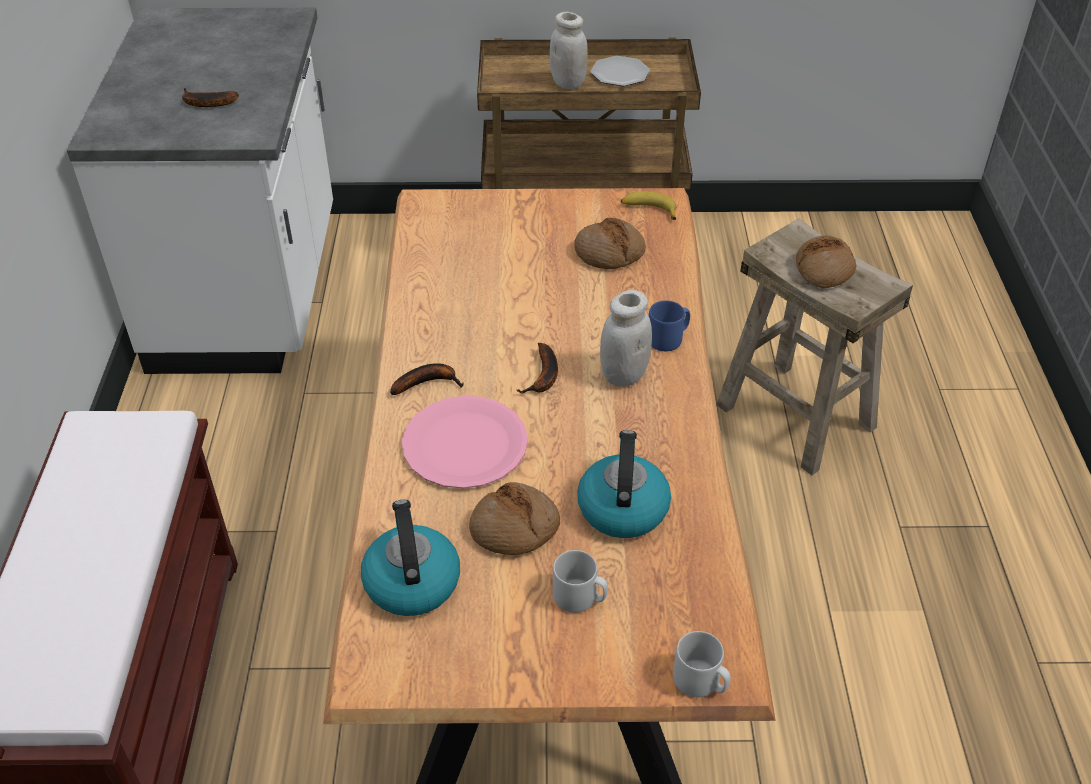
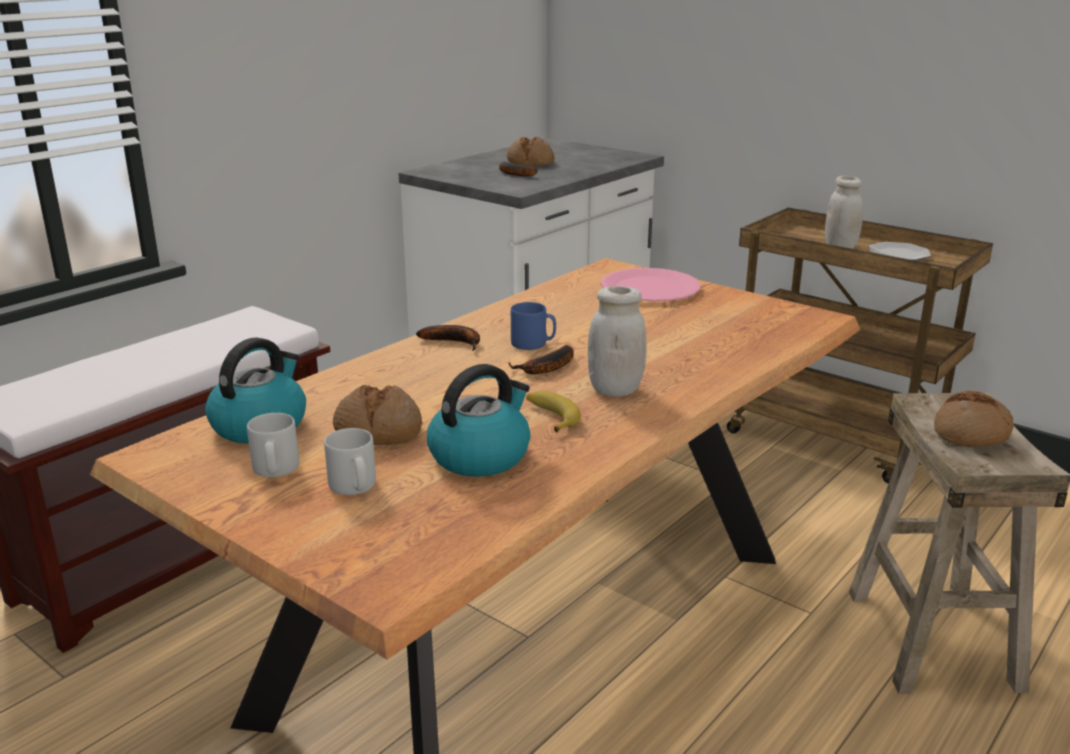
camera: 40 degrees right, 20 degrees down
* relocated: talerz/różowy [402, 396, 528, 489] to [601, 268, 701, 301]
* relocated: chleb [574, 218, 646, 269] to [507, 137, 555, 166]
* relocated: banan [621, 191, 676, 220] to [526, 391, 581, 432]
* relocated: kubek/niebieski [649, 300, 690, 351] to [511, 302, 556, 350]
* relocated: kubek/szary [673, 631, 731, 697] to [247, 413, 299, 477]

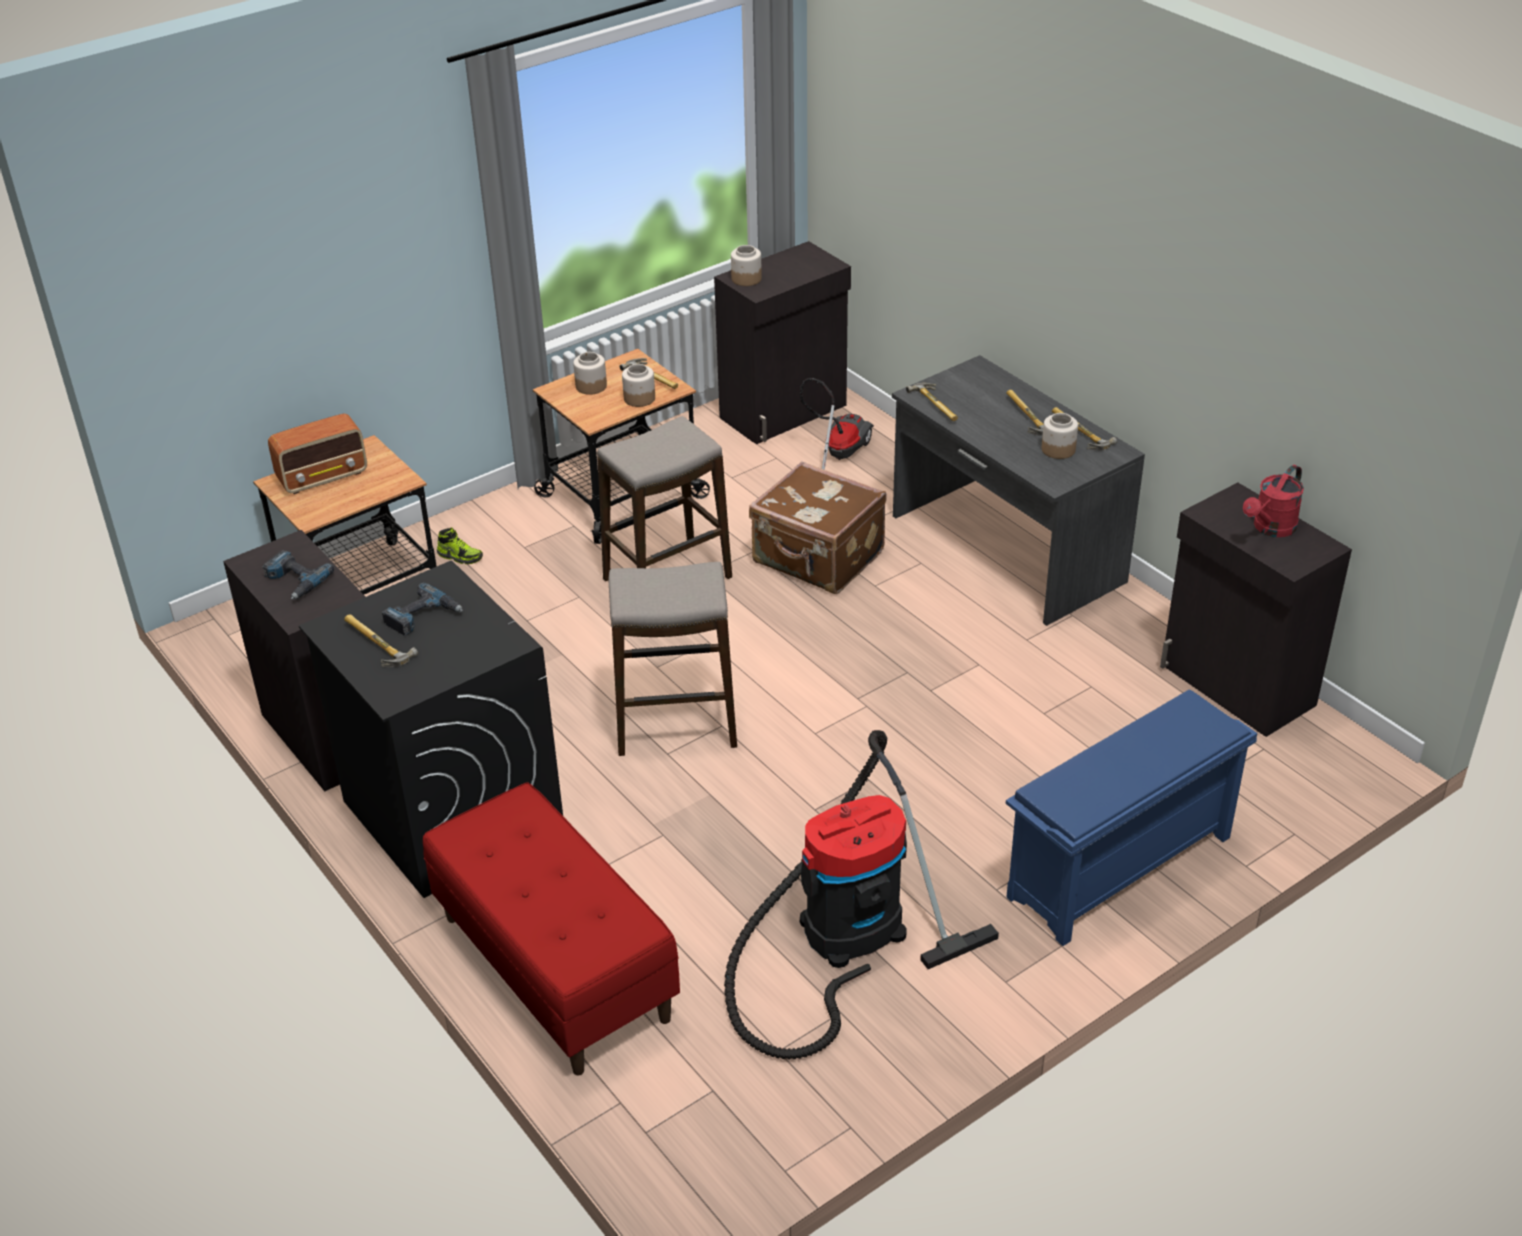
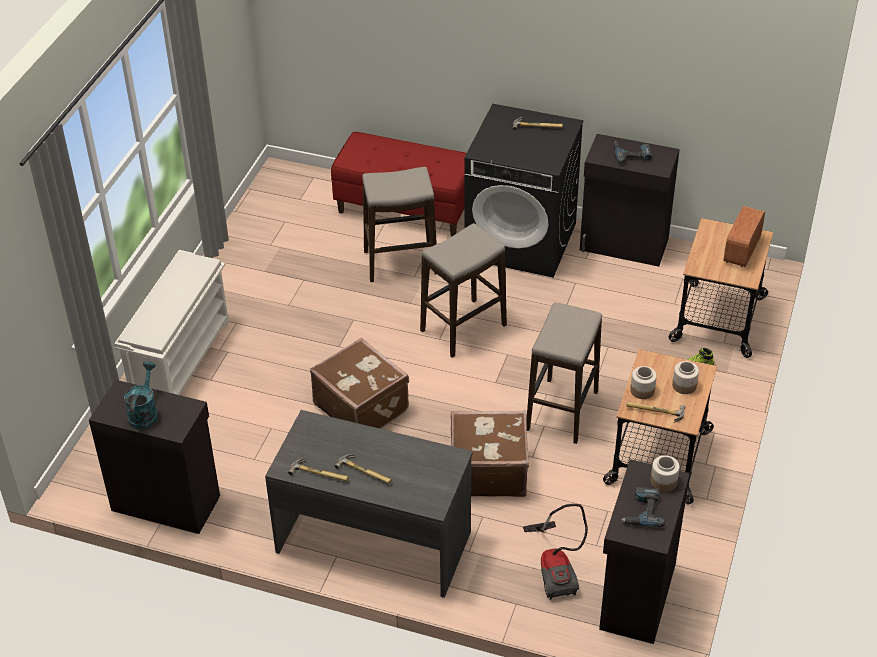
camera: 145 degrees right, 5 degrees up
* missing: odkurzacz [724, 730, 999, 1060]
* missing: młotek [906, 383, 958, 421]
* missing: słoik [1042, 413, 1078, 459]
* appeared: walizka/brązowy [310, 338, 409, 429]
* appeared: stołek [362, 167, 437, 282]
* relocated: wiertarka [382, 582, 463, 636] to [620, 487, 665, 527]
* colour: regał na buty/niebieski [1006, 689, 1257, 946] to regał na buty/biały [114, 250, 229, 395]
* colour: konewka/czerwony [1243, 465, 1304, 537] to konewka/turkusowy [124, 361, 158, 429]

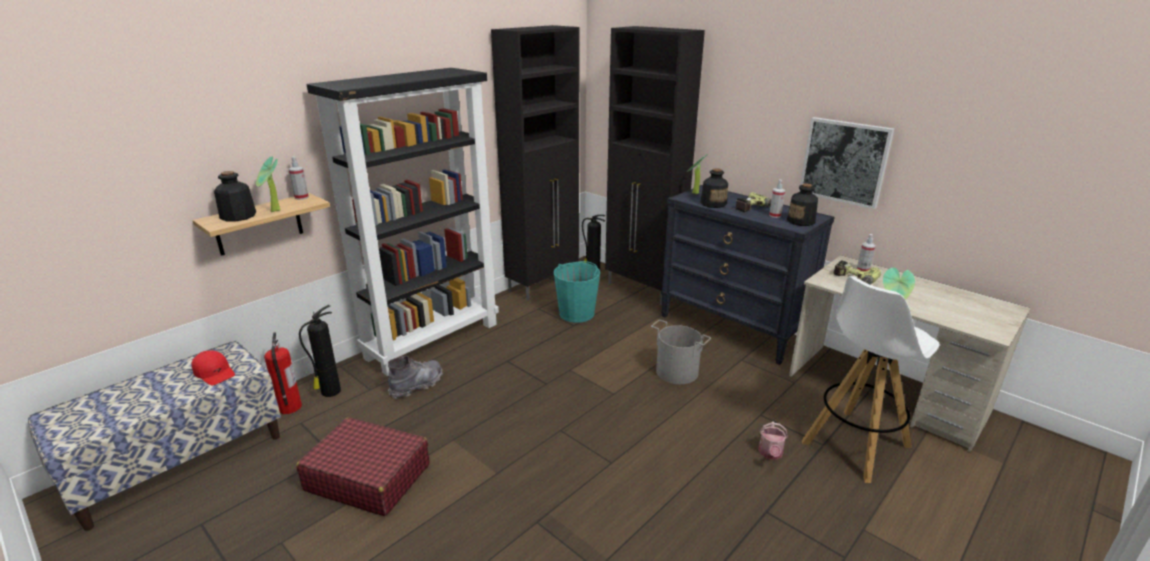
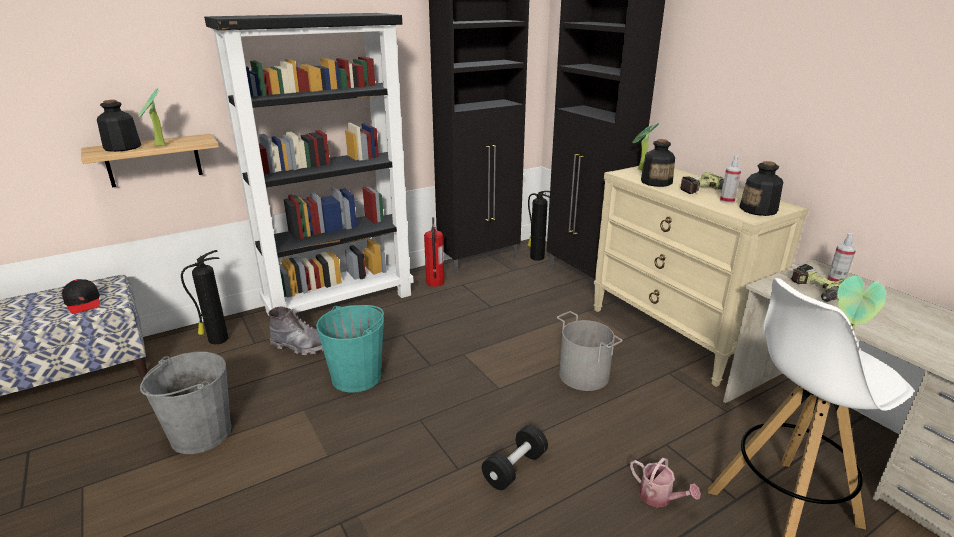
camera: 15 degrees right, 0 degrees up
* missing: spryskiwacz [289, 157, 309, 200]
* missing: obraz [799, 117, 894, 209]
* appeared: hantel/czarny [482, 425, 548, 490]
* relocated: gaśnica [264, 332, 302, 414] to [424, 217, 444, 287]
* relocated: wiadro/turkusowy [554, 261, 600, 323] to [316, 305, 384, 393]
* exchanged: walizka/czerwony [296, 418, 430, 516] to wiadro/szary [140, 352, 231, 454]
* colour: czapka z daszkiem/czerwony [191, 350, 235, 385] to czapka z daszkiem/czarny [62, 279, 100, 314]
* colour: komoda/czarny [661, 185, 835, 365] to komoda/beżowy [593, 166, 809, 387]
* spun: but z cholewką/szary [388, 356, 443, 399] = [268, 307, 323, 355] 45 degrees clockwise
* spun: konewka [758, 421, 788, 460] = [630, 458, 701, 507] 75 degrees counterclockwise

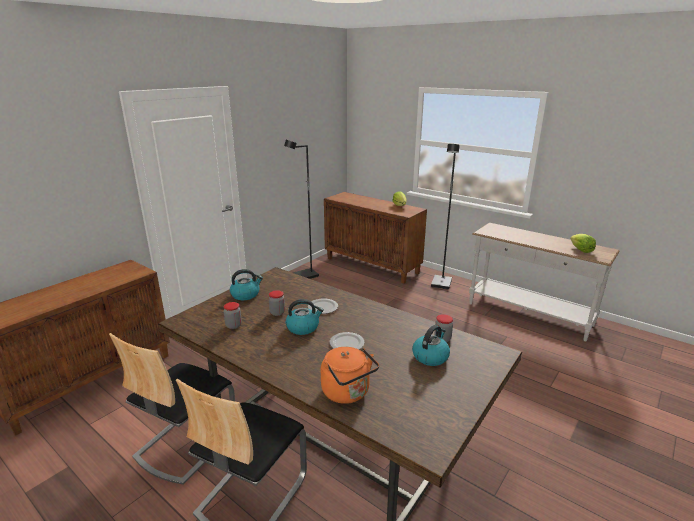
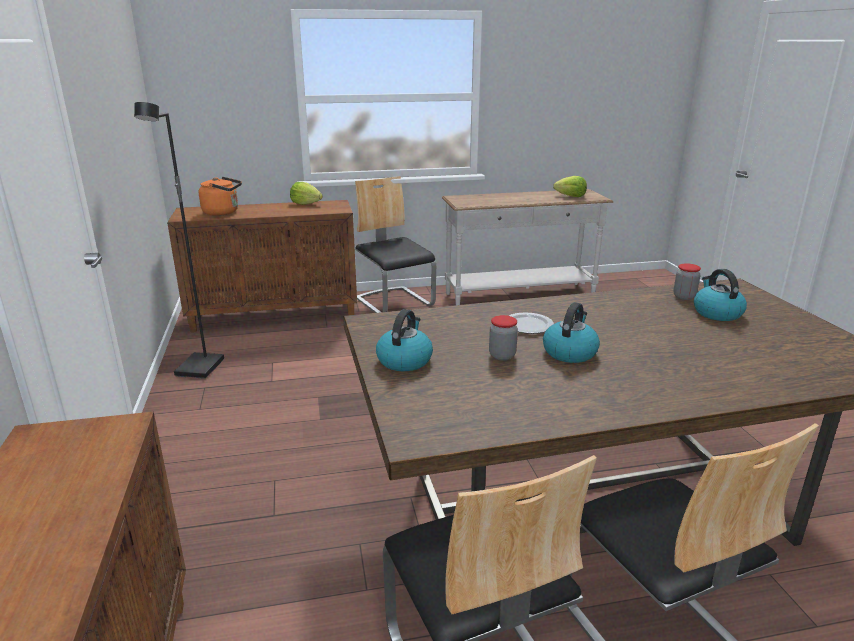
camera: 50 degrees left, 0 degrees up
* missing: słoik [224, 302, 242, 329]
* missing: talerz [330, 332, 365, 350]
* relocated: czajnik/pomarańczowy [321, 347, 379, 404] to [199, 177, 242, 216]
* exchanged: lampa stojąca/czarny [431, 144, 460, 290] to krzesło [355, 176, 436, 313]

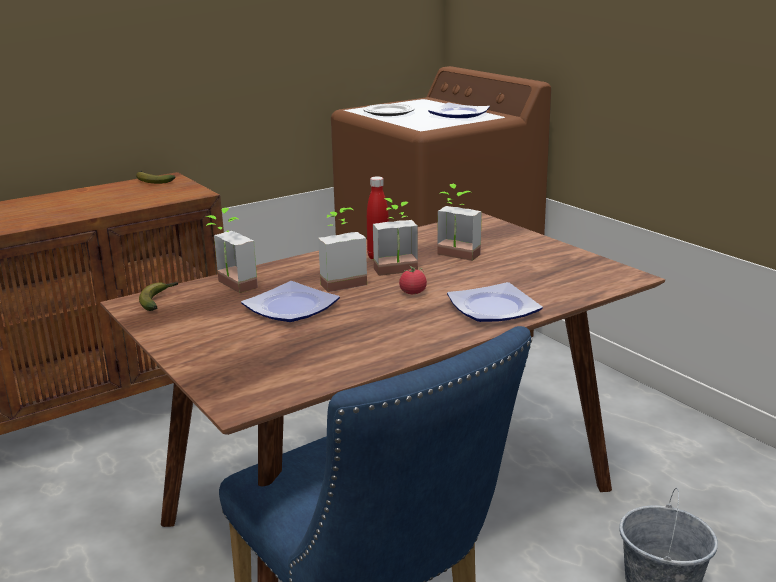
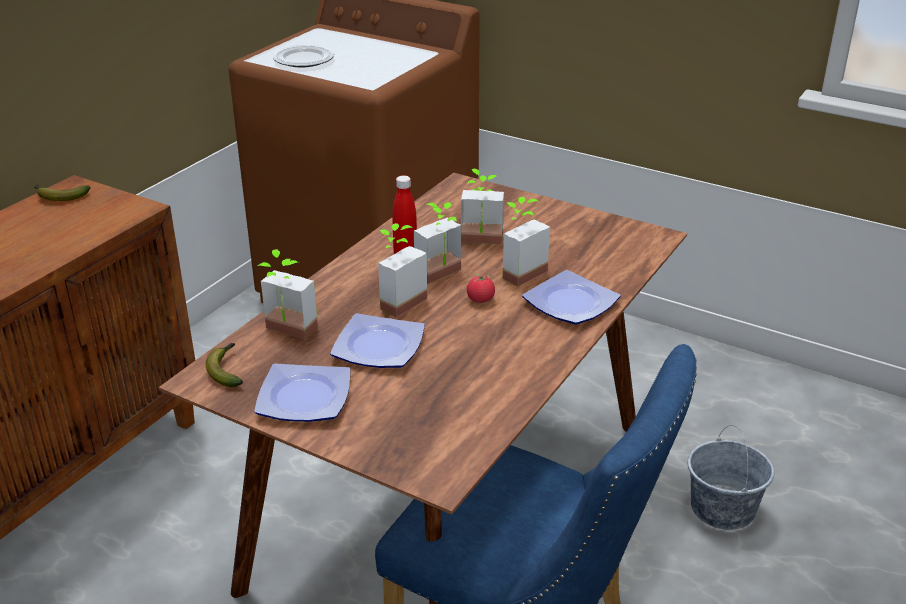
camera: 25 degrees left, 10 degrees up
* appeared: roślina doniczkowa [502, 197, 550, 287]
* relocated: talerz [428, 103, 490, 118] to [254, 364, 350, 422]

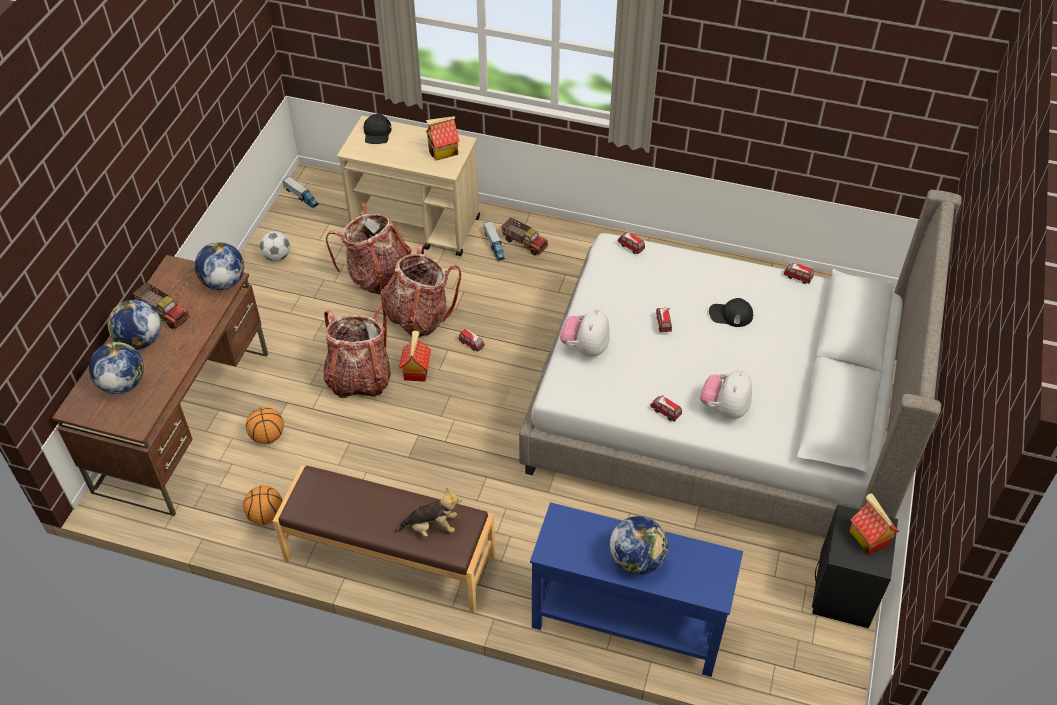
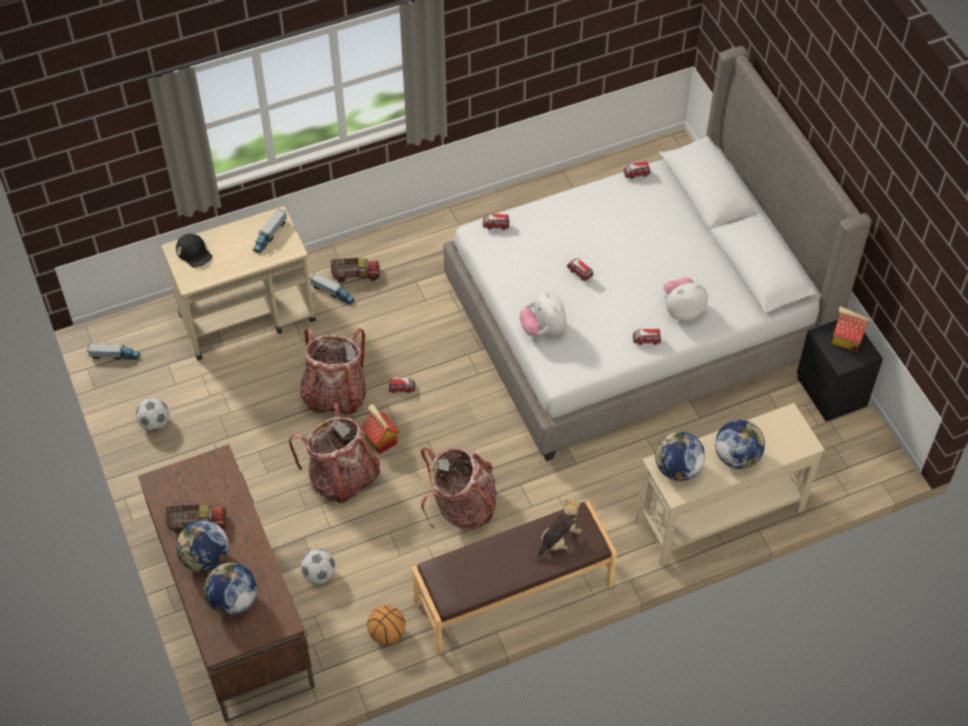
camera: 40 degrees left, 5 degrees up
* missing: czapka z daszkiem/czarny [709, 298, 753, 327]
* relocated: globus [195, 242, 244, 290] to [655, 432, 705, 481]
* relocated: plecak [326, 202, 411, 294] to [421, 448, 497, 529]
* exchanged: piłka do koszykówki [246, 407, 284, 444] to piłka futbolowa [301, 549, 335, 584]
* exchanged: domek [426, 116, 460, 161] to ciężarówka zabawkowa [253, 208, 287, 254]
* colour: stolik konsolowy/niebieski [530, 502, 743, 677] to stolik konsolowy/beżowy [636, 403, 825, 567]
* spun: pluszak [700, 370, 752, 419] = [663, 277, 708, 321] 90 degrees clockwise

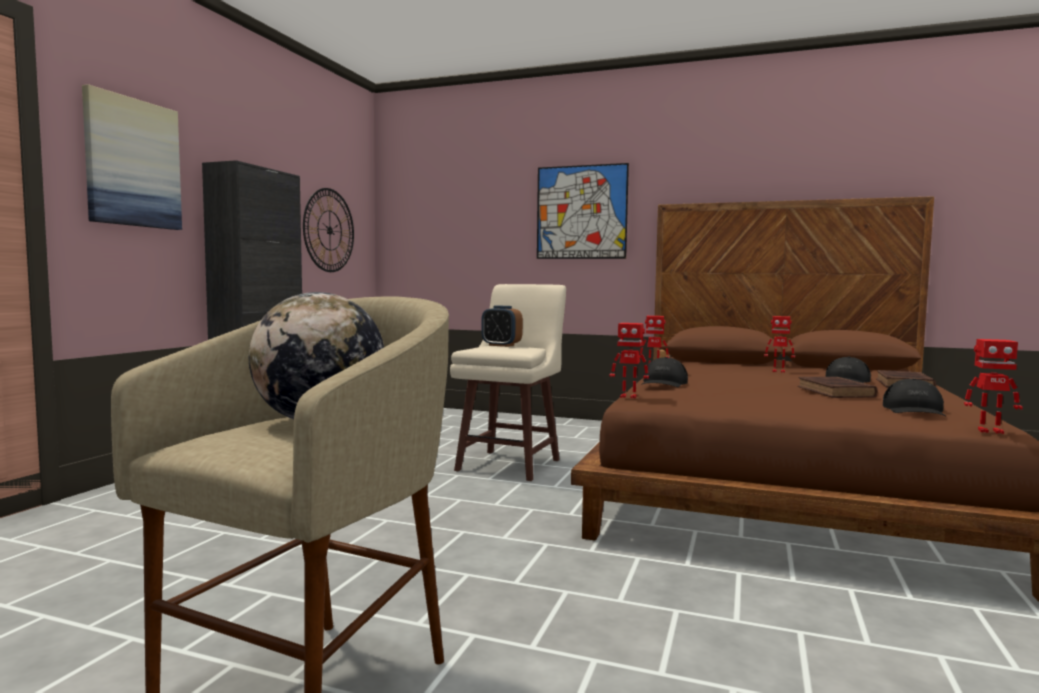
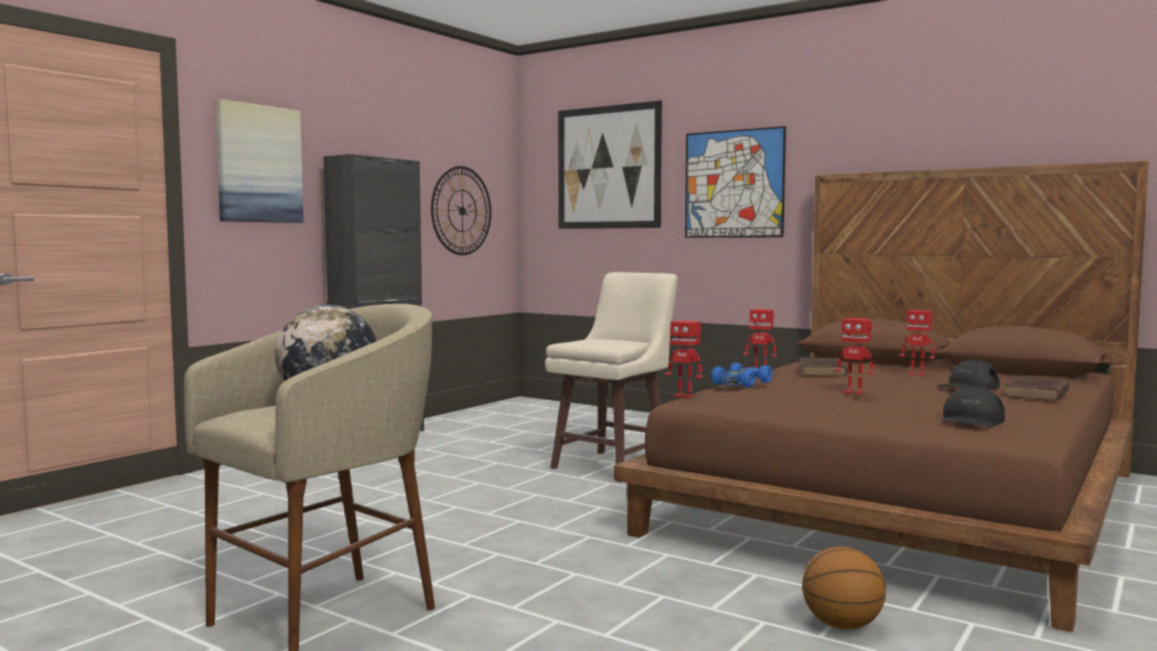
camera: 15 degrees right, 0 degrees up
* missing: budzik [481, 306, 523, 347]
* appeared: obraz [558, 101, 662, 229]
* appeared: piłka do koszykówki [802, 546, 886, 630]
* relocated: książka/brązowy [798, 377, 877, 398] to [799, 357, 848, 377]
* relocated: robot zabawkowy [964, 339, 1023, 434] to [834, 318, 875, 395]
* exchanged: czapka z daszkiem/czarny [641, 357, 688, 387] to samochodzik/niebieski [711, 363, 773, 388]

